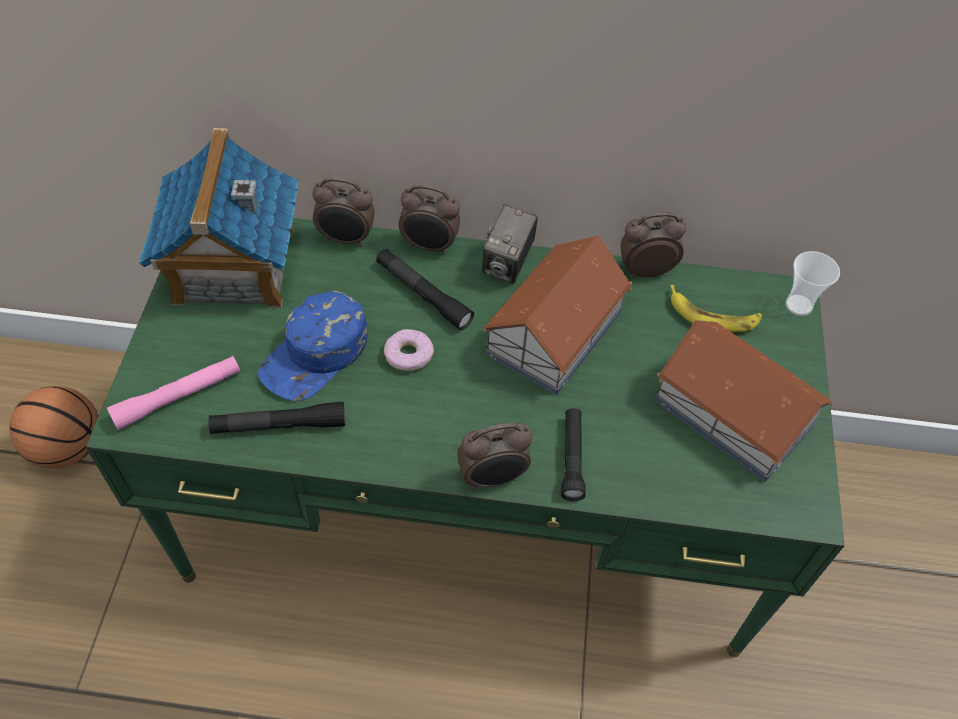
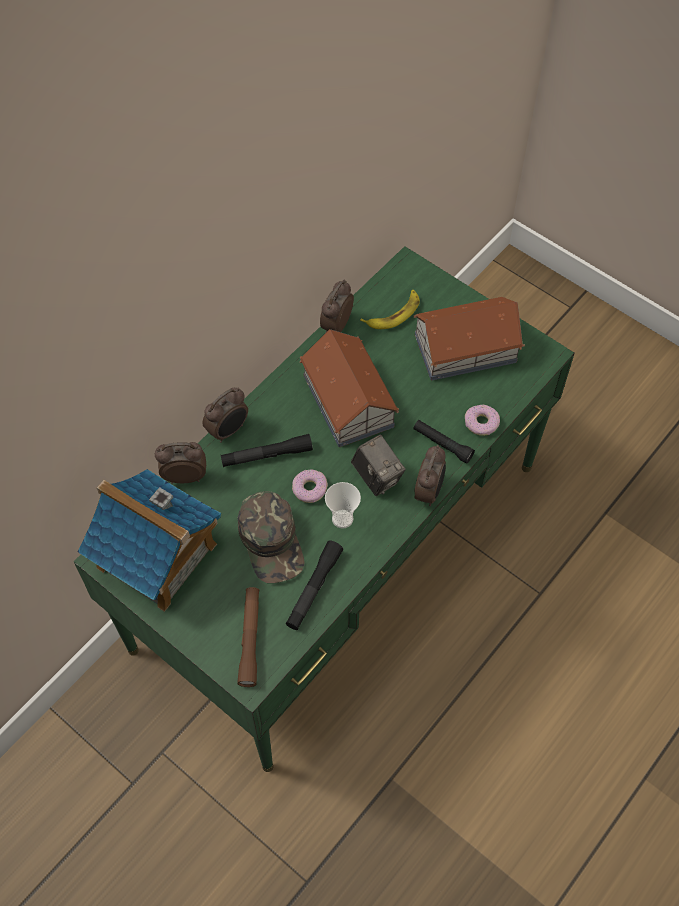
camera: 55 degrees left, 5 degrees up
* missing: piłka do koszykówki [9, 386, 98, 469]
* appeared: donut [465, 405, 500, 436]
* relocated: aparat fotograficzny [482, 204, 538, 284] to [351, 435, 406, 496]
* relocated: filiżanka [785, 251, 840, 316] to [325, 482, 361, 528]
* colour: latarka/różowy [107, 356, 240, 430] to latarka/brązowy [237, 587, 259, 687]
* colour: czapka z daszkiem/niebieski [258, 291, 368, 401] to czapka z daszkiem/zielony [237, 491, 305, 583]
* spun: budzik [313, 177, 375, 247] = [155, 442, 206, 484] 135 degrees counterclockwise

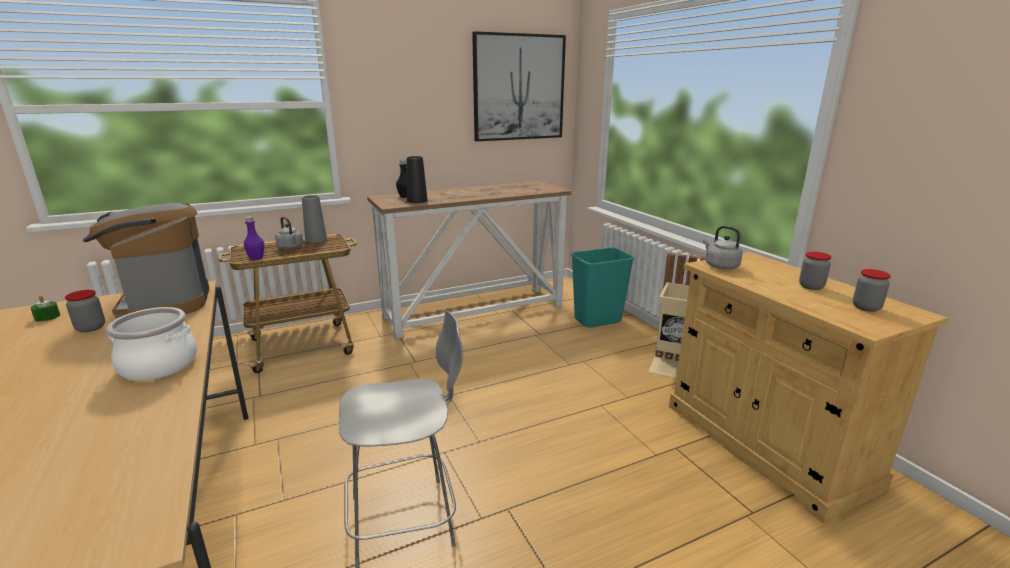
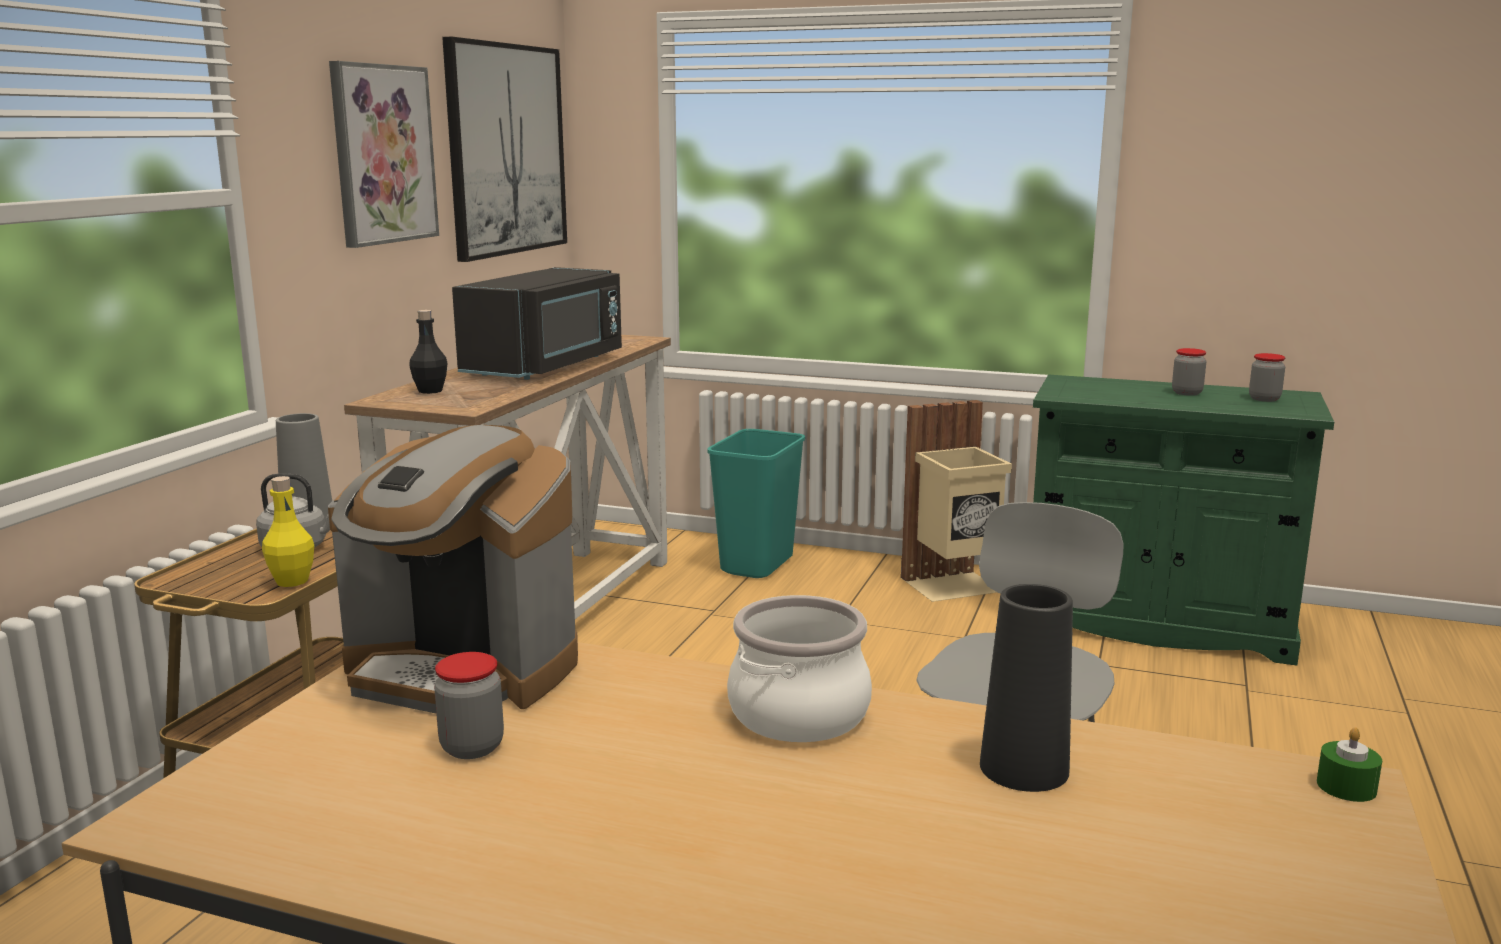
camera: 45 degrees left, 5 degrees down
* missing: czajnik/szary [703, 226, 743, 269]
* appeared: obraz [329, 61, 439, 248]
* appeared: mikrofalówka/czarny [452, 267, 622, 380]
* relocated: świeca/zielony [31, 295, 60, 322] to [1317, 727, 1382, 802]
* relocated: wazon/czarny [406, 156, 428, 203] to [980, 584, 1073, 792]
* colour: butelka/fioletowy [244, 216, 264, 260] to butelka/żółty [262, 476, 314, 587]
* colour: szafka/beżowy [669, 252, 948, 524] to szafka/zielony [1033, 374, 1334, 666]

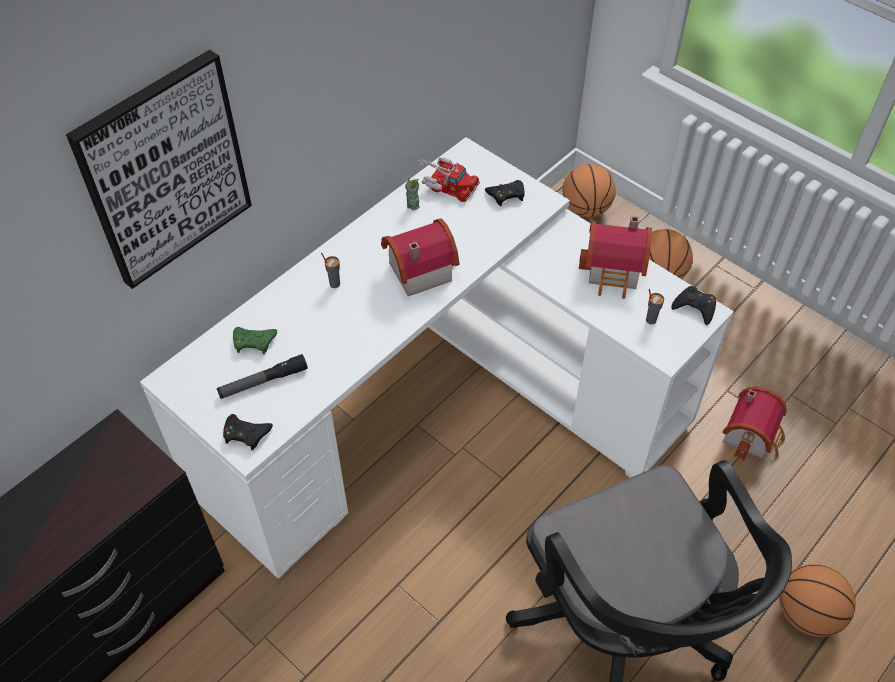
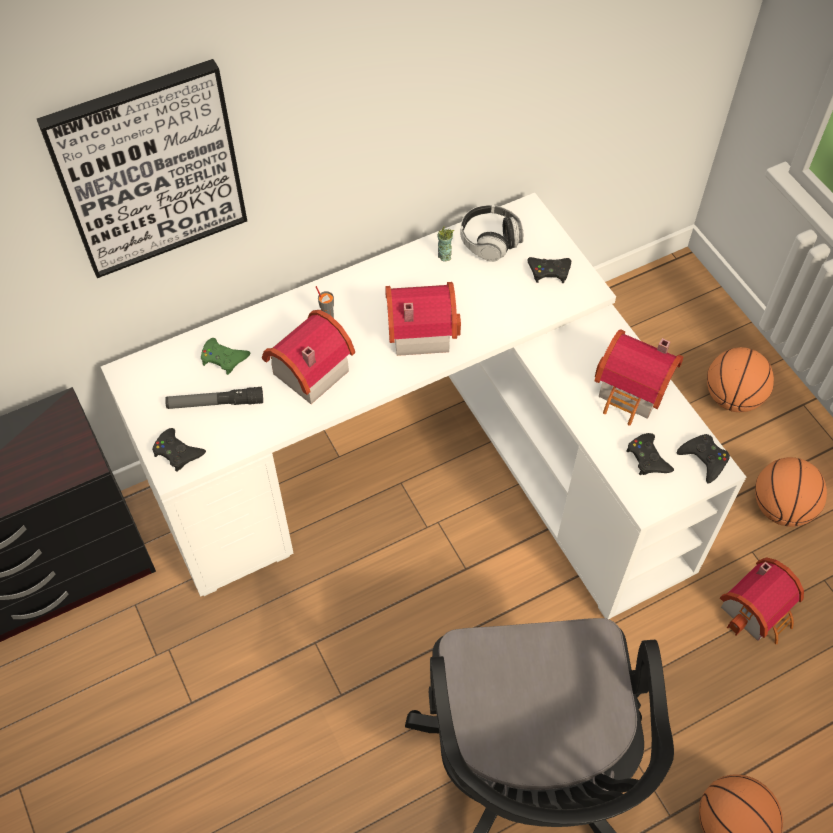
camera: 20 degrees right, 5 degrees up
* appeared: domek [262, 310, 355, 404]
* relocated: piłka do koszykówki [562, 164, 616, 217] to [755, 457, 827, 527]
* exchanged: ciężarówka zabawkowa [418, 157, 480, 202] to słuchawki [460, 205, 524, 262]
* exchanged: filiżanka/szary [646, 289, 664, 325] to pad do gier/czarny [626, 433, 674, 475]

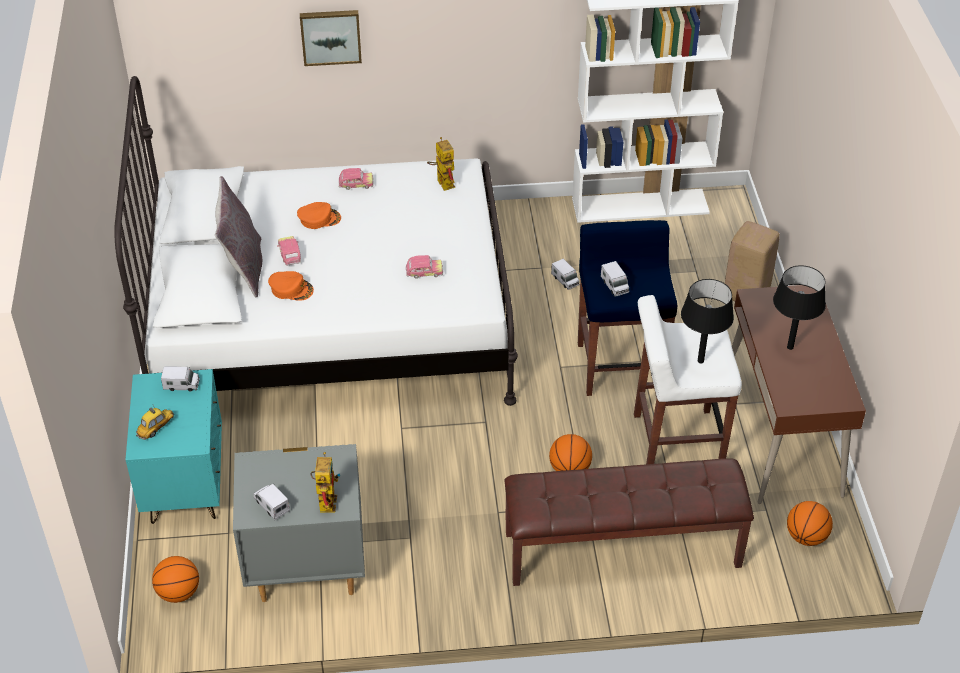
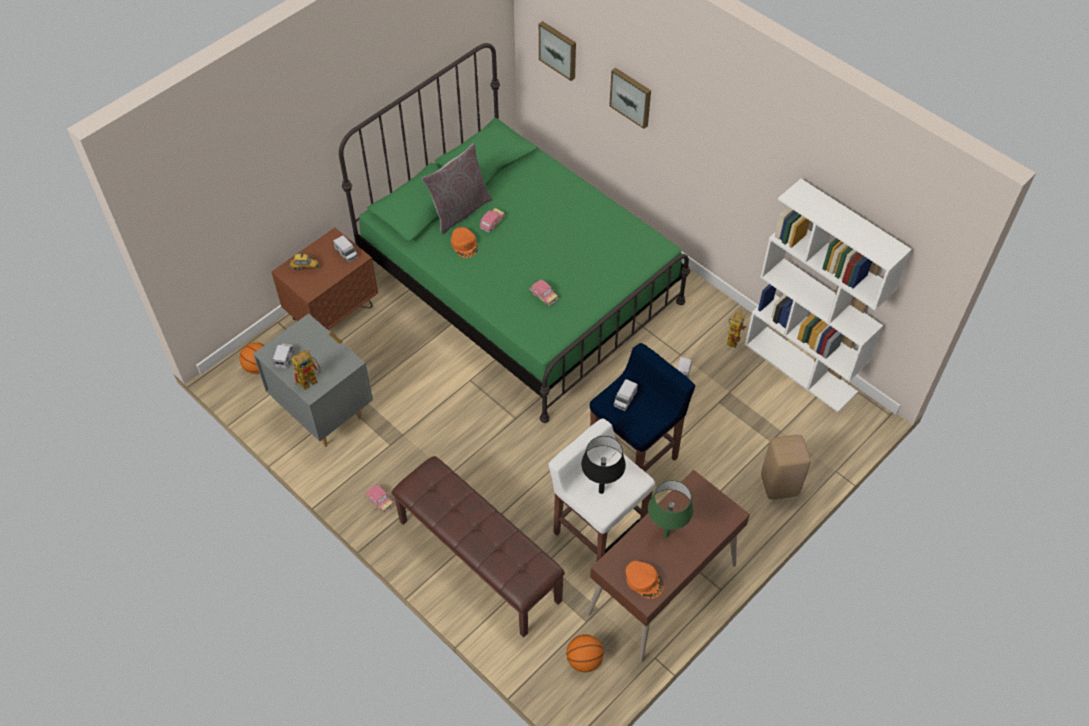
camera: 50 degrees right, 10 degrees up
* missing: piłka do koszykówki [549, 434, 592, 471]
* appeared: obraz [539, 21, 576, 81]
* relocated: czapka z daszkiem/pomarańczowy [297, 202, 341, 229] to [625, 561, 664, 599]
* relocated: samochodzik [339, 168, 374, 190] to [366, 484, 394, 513]
* relocated: robot zabawkowy [427, 137, 455, 191] to [727, 310, 747, 348]
* colour: łóżko/biały [114, 76, 518, 406] to łóżko/zielony [339, 43, 690, 423]
* colour: szafka nocna/turkusowy [125, 369, 222, 524] to szafka nocna/brązowy [271, 228, 378, 330]
* colour: lampa stołowa/czarny [773, 265, 826, 350] to lampa stołowa/zielony [648, 480, 693, 538]

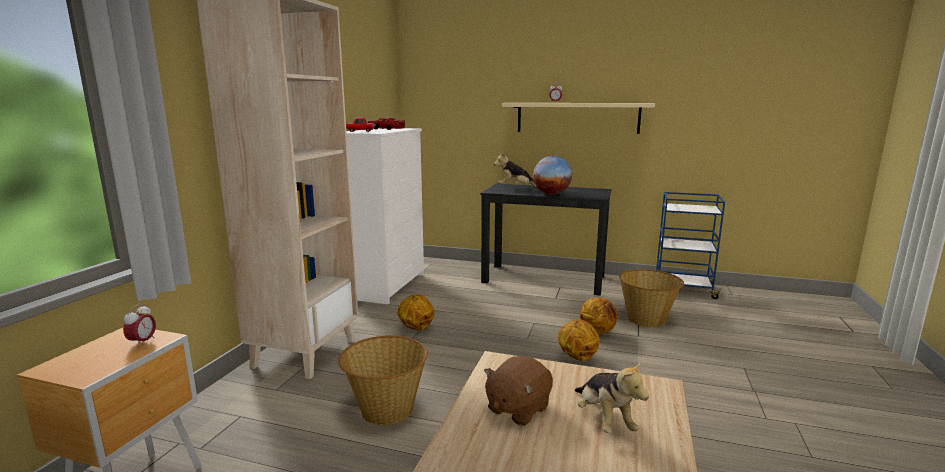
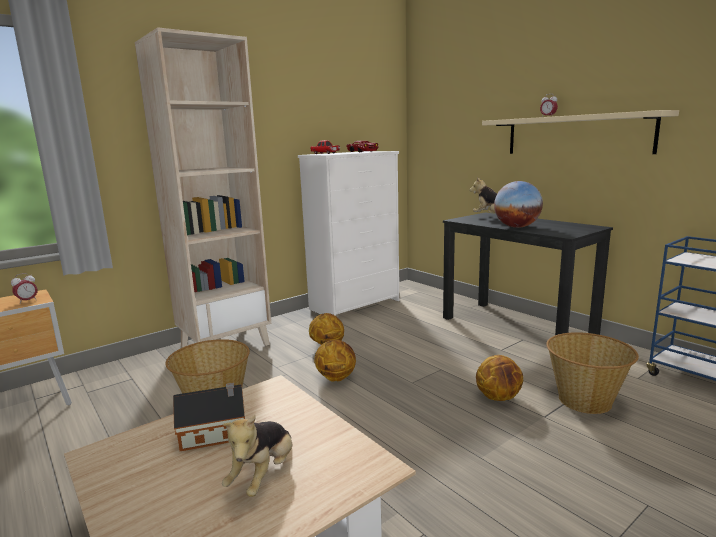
camera: 35 degrees right, 0 degrees up
* relocated: piłka do koszykówki [558, 319, 600, 361] to [314, 340, 356, 381]
* exchanged: pluszak/brązowy [484, 356, 553, 426] to domek [173, 383, 245, 451]

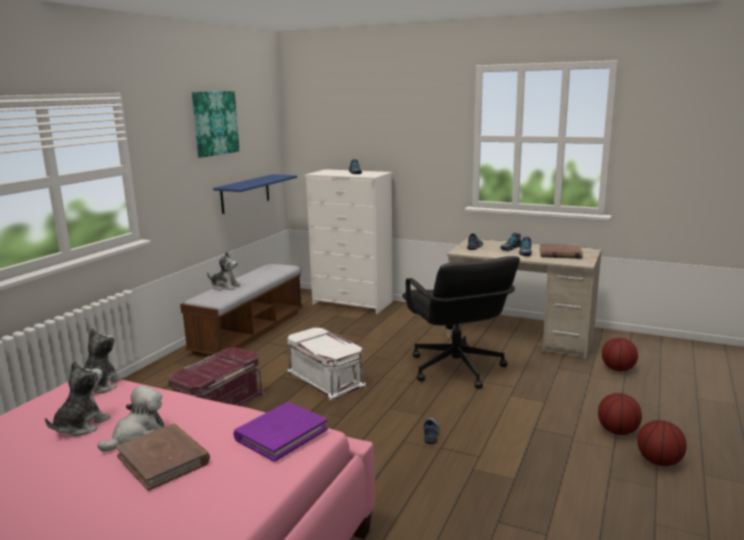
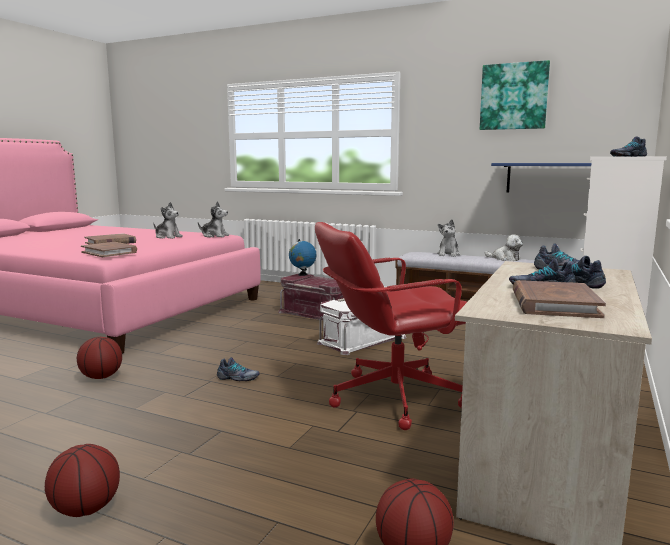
camera: 90 degrees right, 5 degrees down
* appeared: globus [289, 239, 316, 276]
* relocated: pluszak [98, 386, 164, 452] to [485, 235, 523, 261]
* relocated: piłka do koszykówki [598, 393, 642, 435] to [77, 337, 122, 379]
* colour: książka/fioletowy [233, 402, 328, 462] to książka/brązowy [81, 242, 137, 257]
* colour: krzesło biurowe/czarny [402, 256, 520, 389] to krzesło biurowe/czerwony [315, 222, 467, 430]

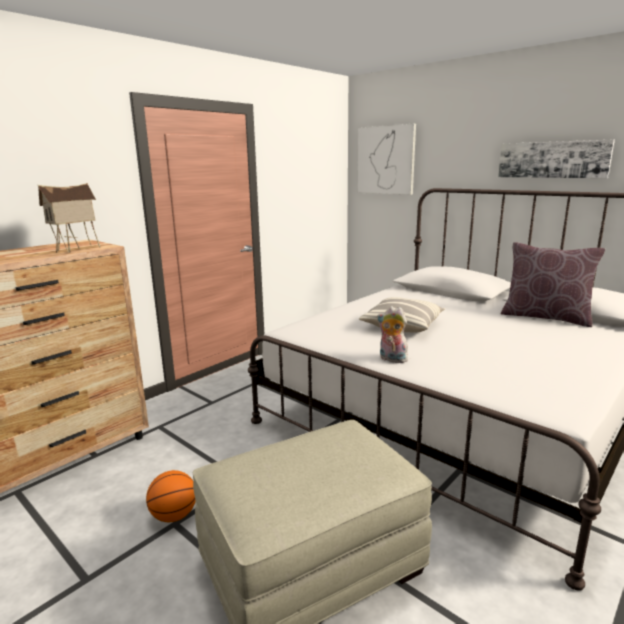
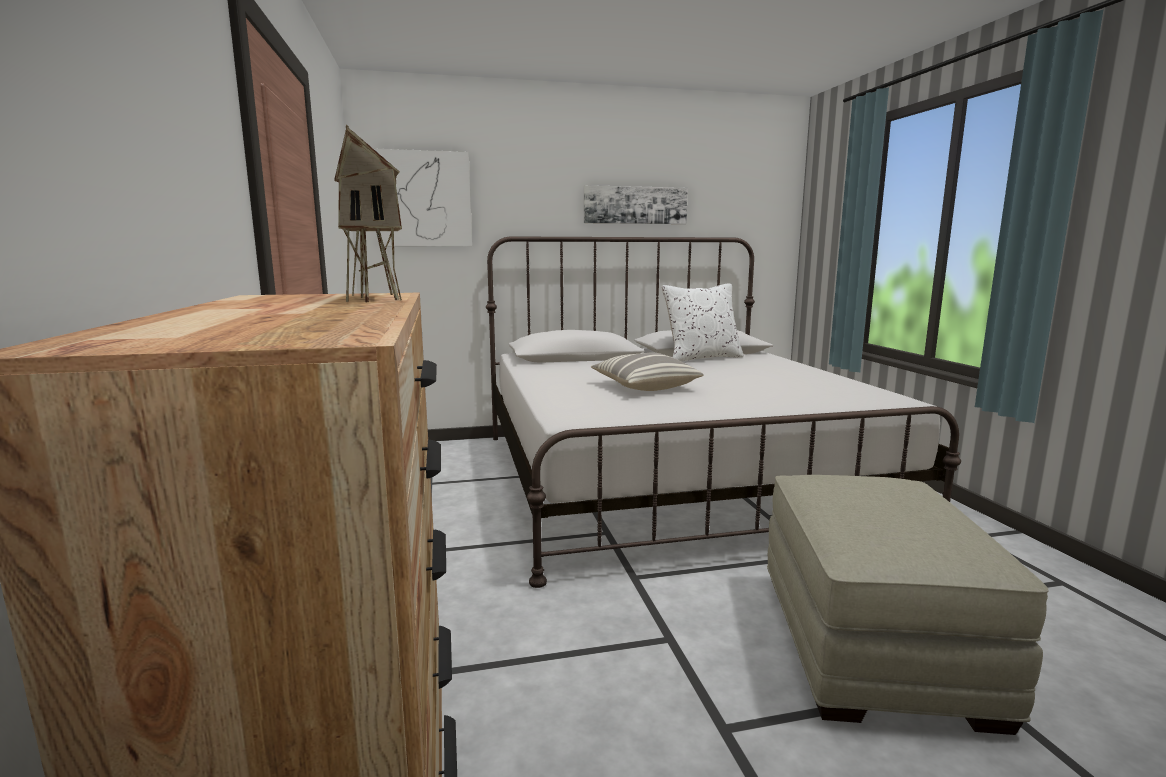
camera: 55 degrees left, 5 degrees down
* missing: piłka do koszykówki [146, 470, 196, 522]
* missing: pluszak [377, 306, 408, 363]
* colour: poduszka/brązowy [501, 242, 605, 327] to poduszka/biały [662, 284, 744, 361]

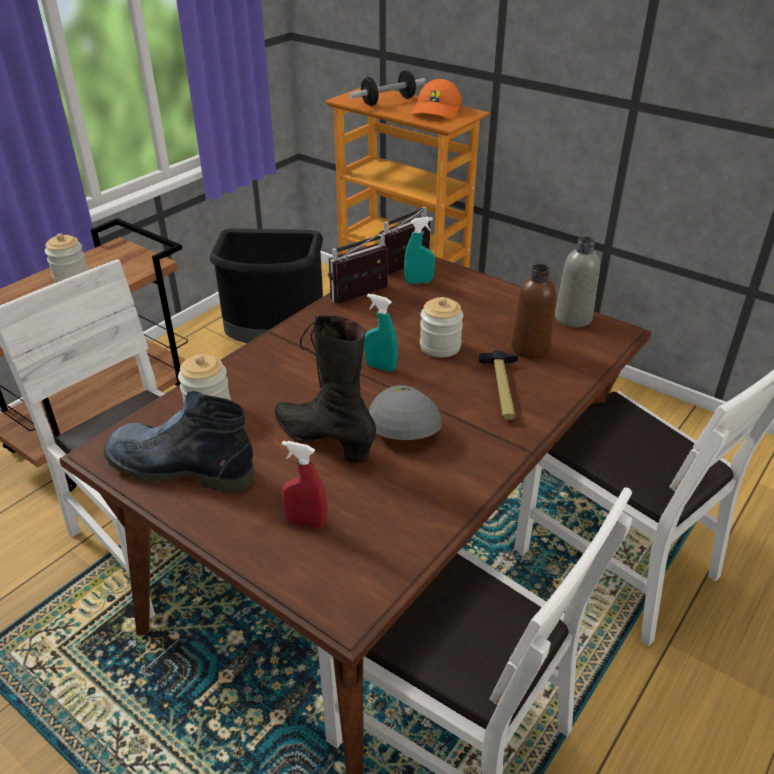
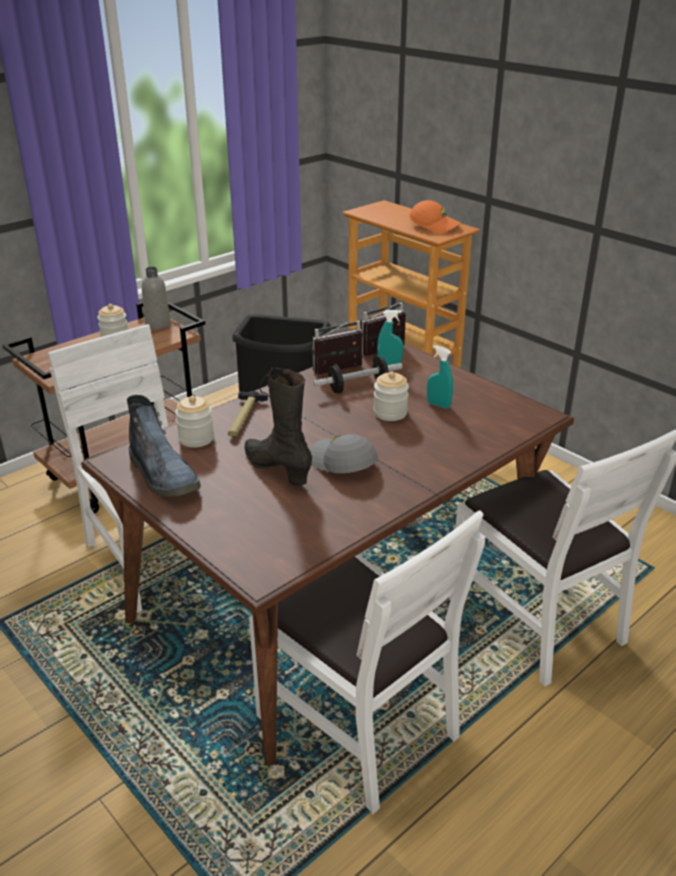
camera: 10 degrees right, 5 degrees down
* missing: spryskiwacz/czerwony [282, 441, 327, 529]
* missing: butelka/brązowy [511, 264, 556, 359]
* relocated: hantel [349, 70, 426, 106] to [313, 356, 403, 394]
* relocated: spryskiwacz/turkusowy [364, 294, 398, 372] to [427, 345, 453, 409]
* relocated: młotek [479, 351, 518, 420] to [228, 391, 268, 436]
* relocated: butelka/szary [555, 237, 600, 327] to [142, 267, 171, 329]
* spun: but z cholewką [103, 391, 254, 494] = [127, 395, 201, 497] 150 degrees counterclockwise
* spun: czapka z daszkiem/szary [369, 385, 442, 440] = [310, 434, 378, 473] 45 degrees counterclockwise
* spun: czapka z daszkiem/pomarańczowy [411, 79, 462, 119] = [409, 200, 461, 234] 90 degrees counterclockwise

